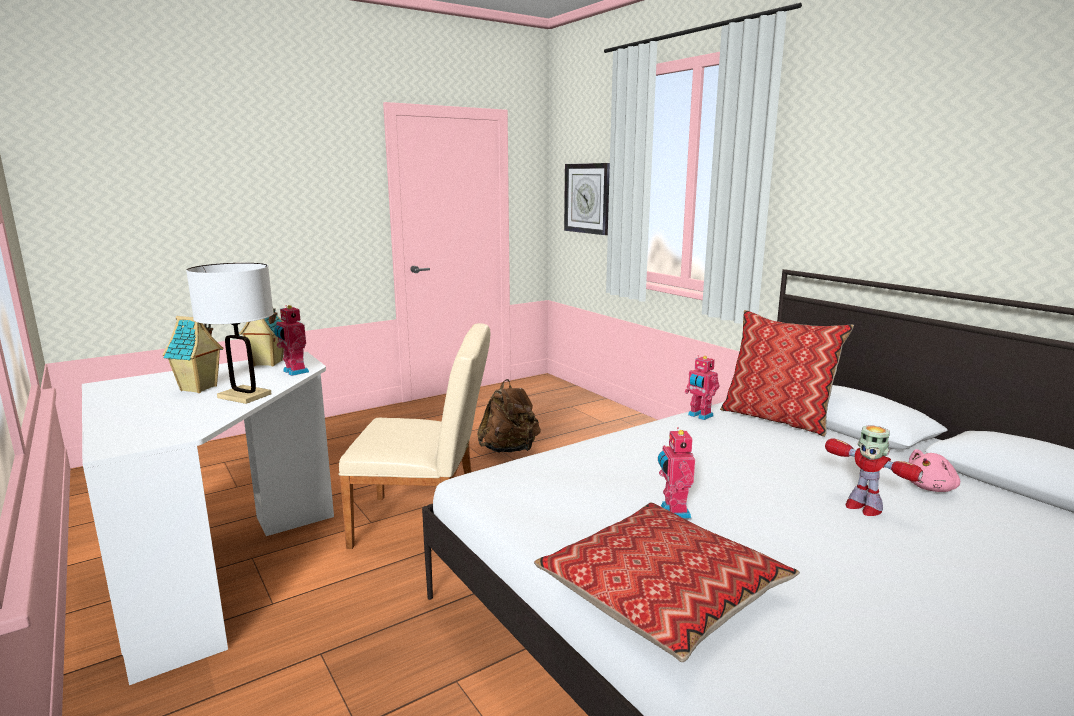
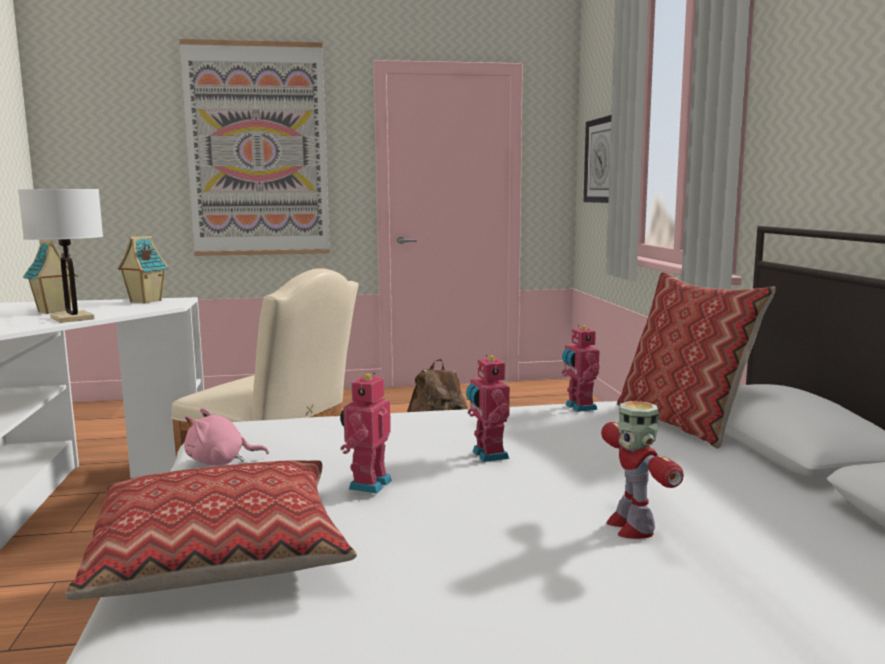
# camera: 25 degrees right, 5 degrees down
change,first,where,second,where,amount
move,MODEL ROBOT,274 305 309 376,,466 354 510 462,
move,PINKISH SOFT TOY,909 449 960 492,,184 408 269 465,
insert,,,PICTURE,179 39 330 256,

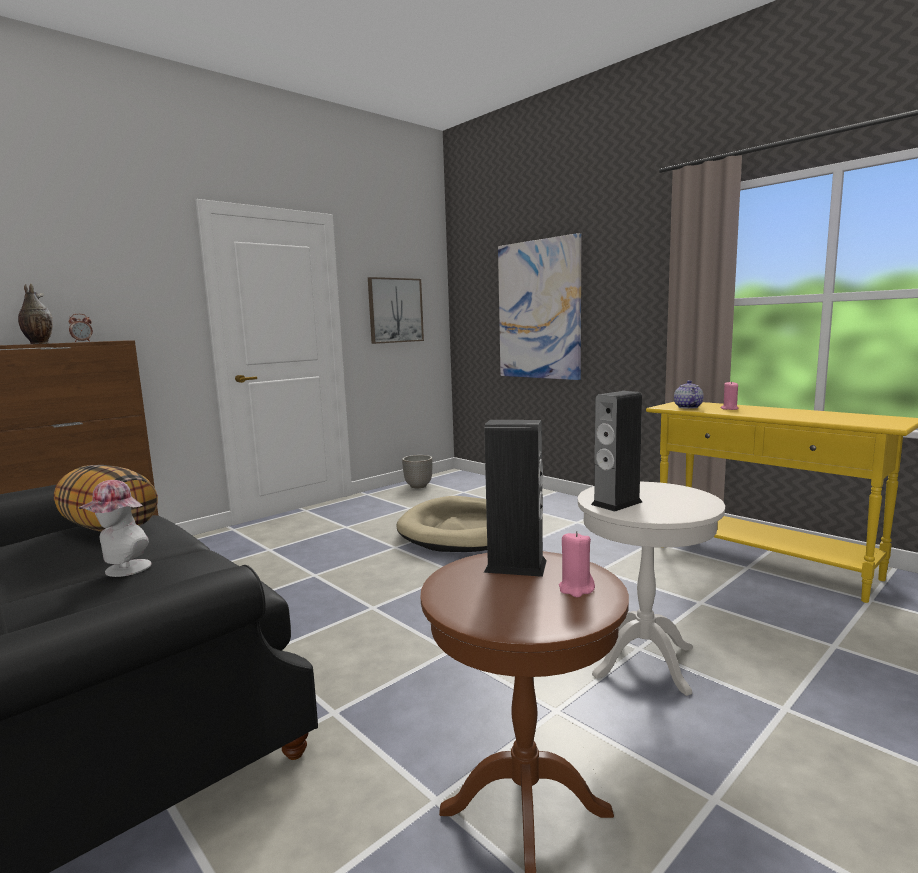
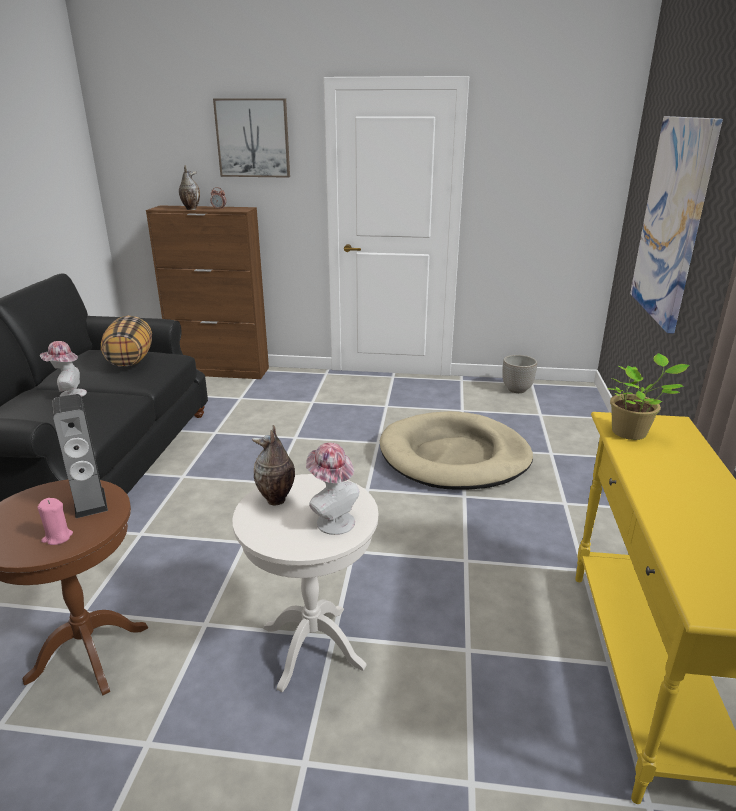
# camera: 50 degrees right, 15 degrees up
change,first,where,second,where,amount
move,PICTURE,368 277 424 344,,213 98 290 178,
replace,POT FOR TEA,674 380 704 409,PLANT IN A POT,607 353 690 440,
delete,PINKISH CANDLE,721 381 739 410,,,
replace,SPEAKER,591 391 642 512,VASE,252 425 295 505,
insert,,,CLOTHING HAT,306 443 360 535,

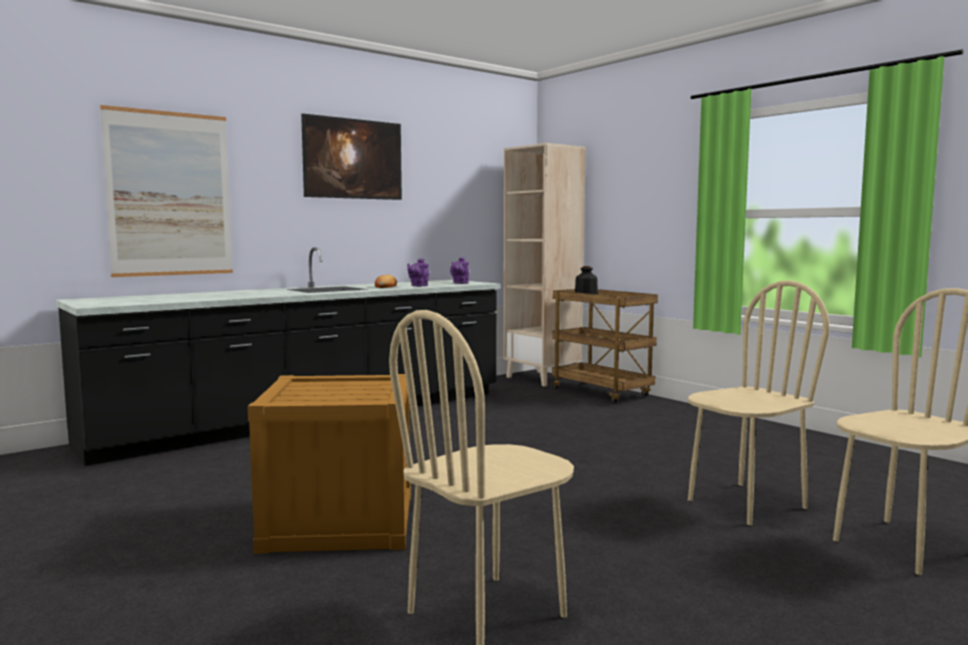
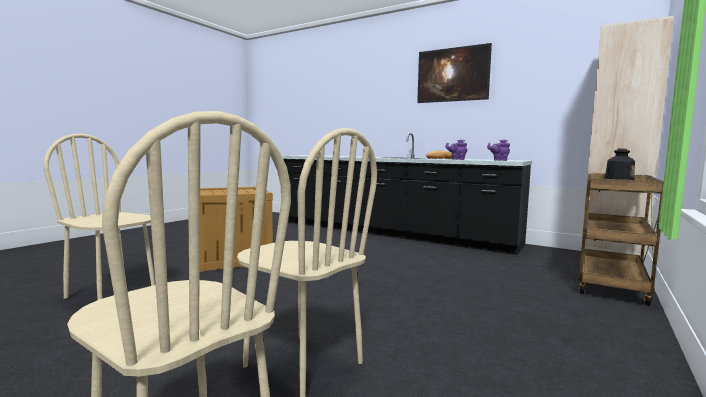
# camera: 70 degrees right, 0 degrees up
change,first,where,second,where,amount
delete,PICTURE,100 105 233 277,,,

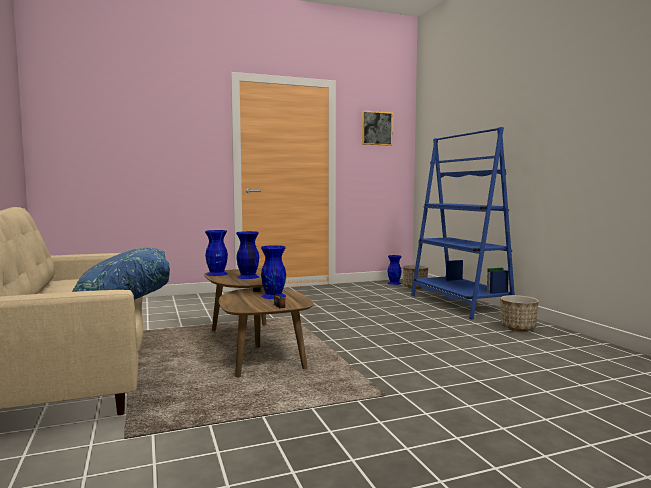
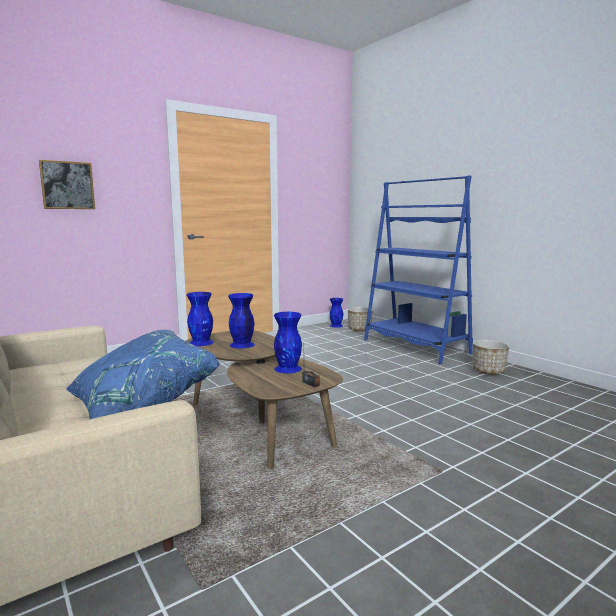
# camera: 15 degrees left, 5 degrees up
change,first,where,second,where,amount
move,PICTURE,362 111 393 146,,39 160 95 209,

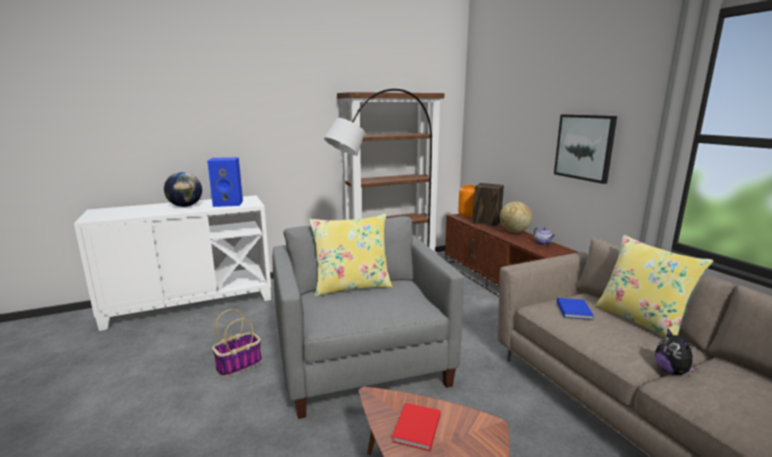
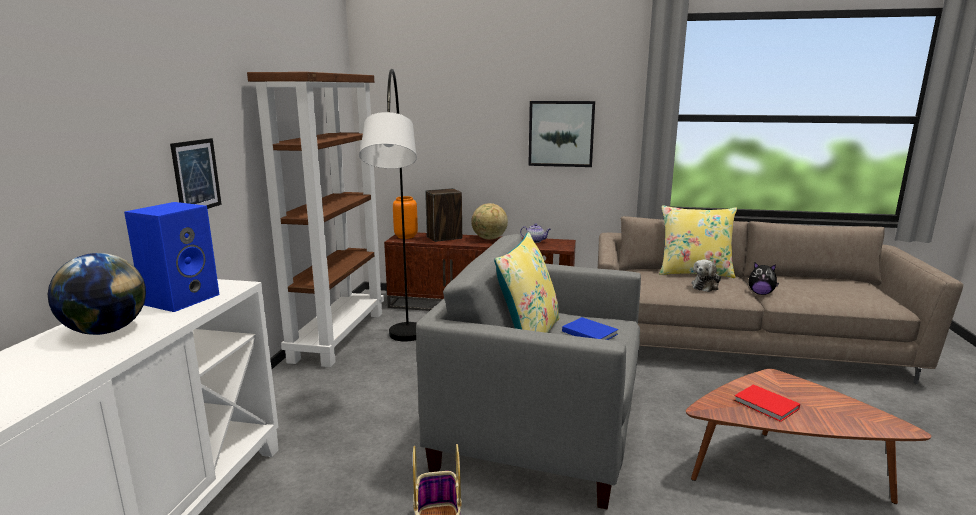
# camera: 55 degrees left, 0 degrees up
change,first,where,second,where,amount
move,BLUISH BOUND BOOK,557 298 594 320,,562 317 618 340,
insert,,,PICTURE,170 138 222 209,
insert,,,SOFT TOY,691 259 721 292,

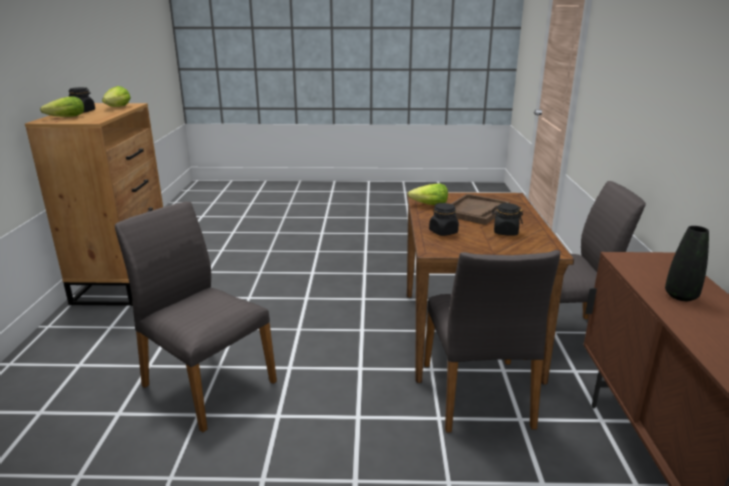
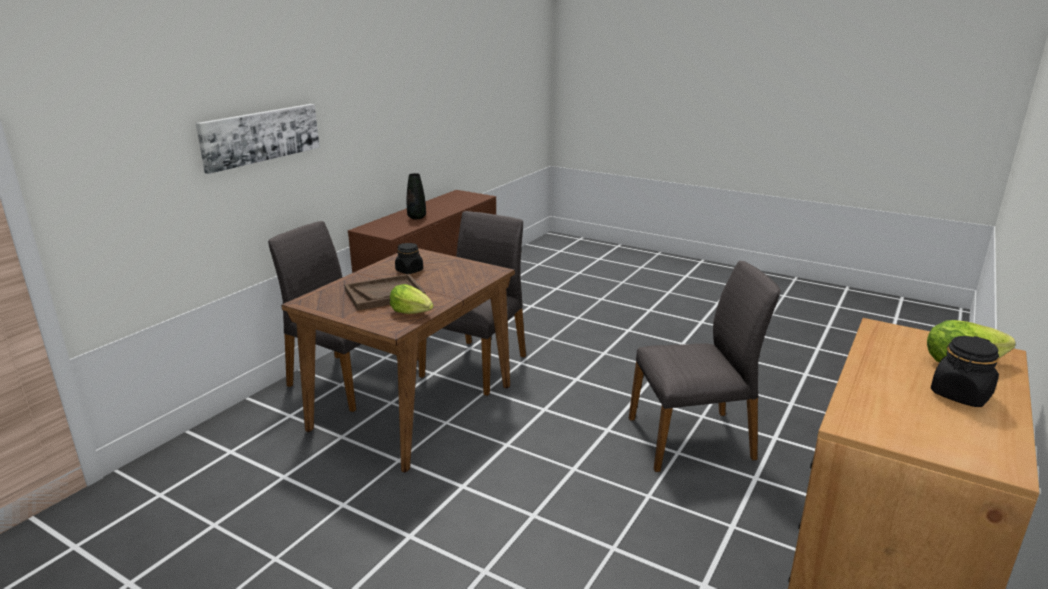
# camera: 150 degrees left, 0 degrees up
change,first,where,second,where,amount
delete,LETTUCE,102 86 131 107,,,
rotate,GREY CHAIR,115 202 277 432,,629 261 781 472,75 degrees counterclockwise
delete,BLACK-COLOURED STORAGE JAR,429 203 459 236,,,
insert,,,PICTURE,196 104 320 174,

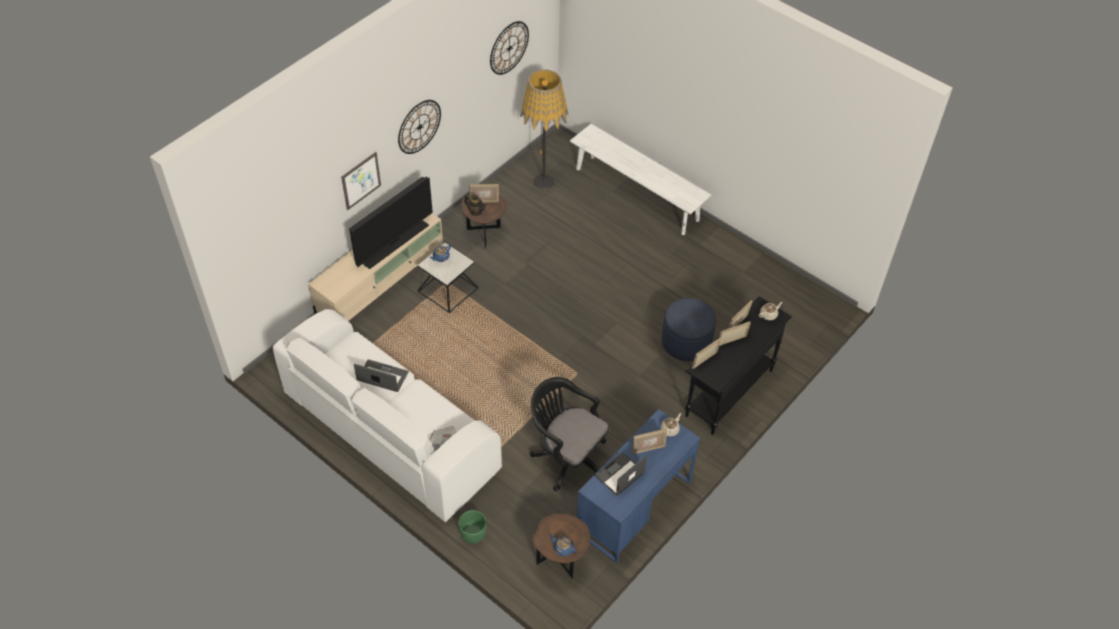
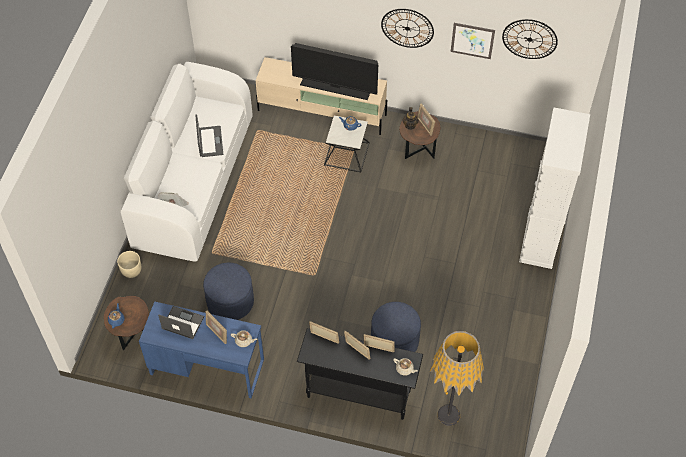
# camera: 65 degrees right, 5 degrees up
change,first,where,second,where,amount
move,FLOOR LAMP,520 70 569 190,,430 331 484 426,
replace,WHITISH BENCH,570 124 711 235,WHITISH STORAGE CABINET,519 107 590 269,
move,PICTURE,341 152 381 210,,451 23 495 59,
replace,BLACK-COLOURED OFFICE CHAIR,530 377 609 491,BLUISH FOOTREST,203 263 254 320,
recolor,GREENISH PLANTER,458 510 486 544,BEIGE PLANTER,117 251 141 278,

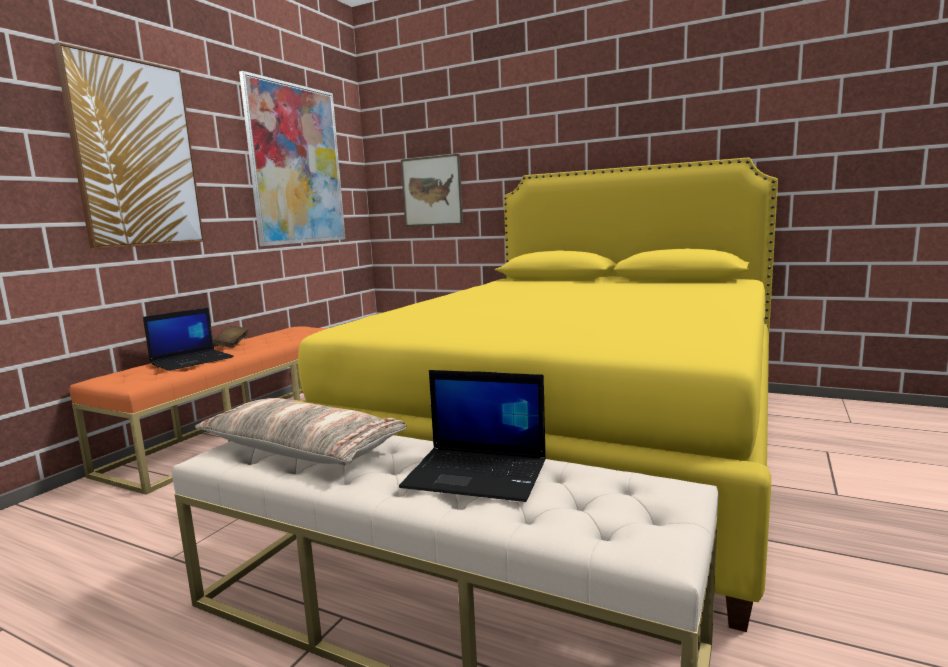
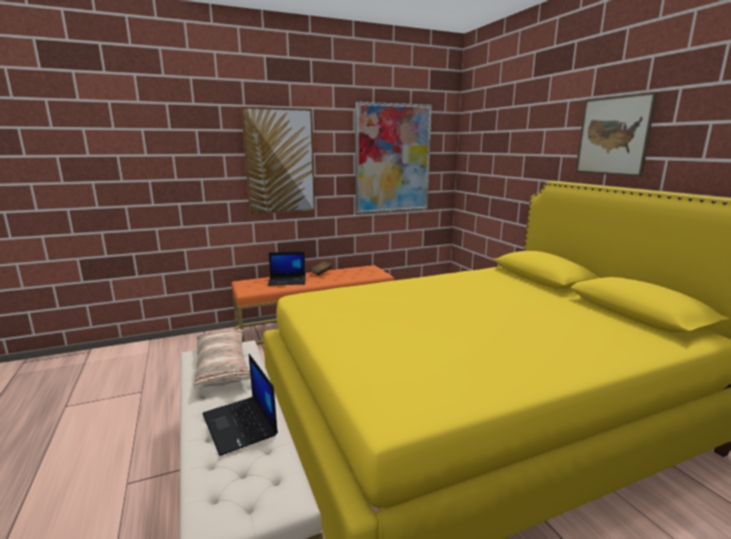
# camera: 40 degrees right, 5 degrees up
change,first,where,second,where,amount
move,PICTURE,401 154 463 227,,575 92 657 177,

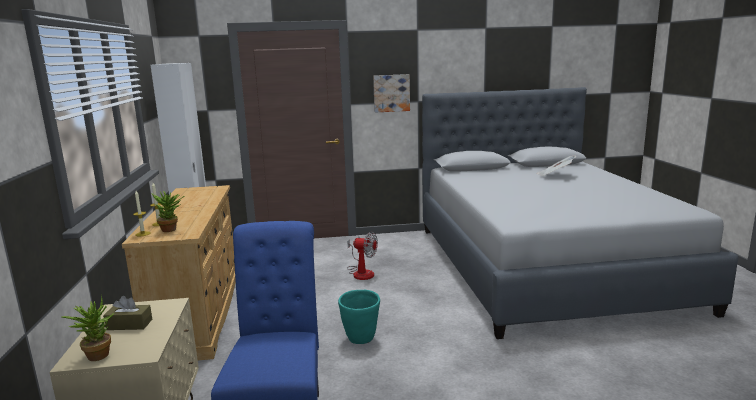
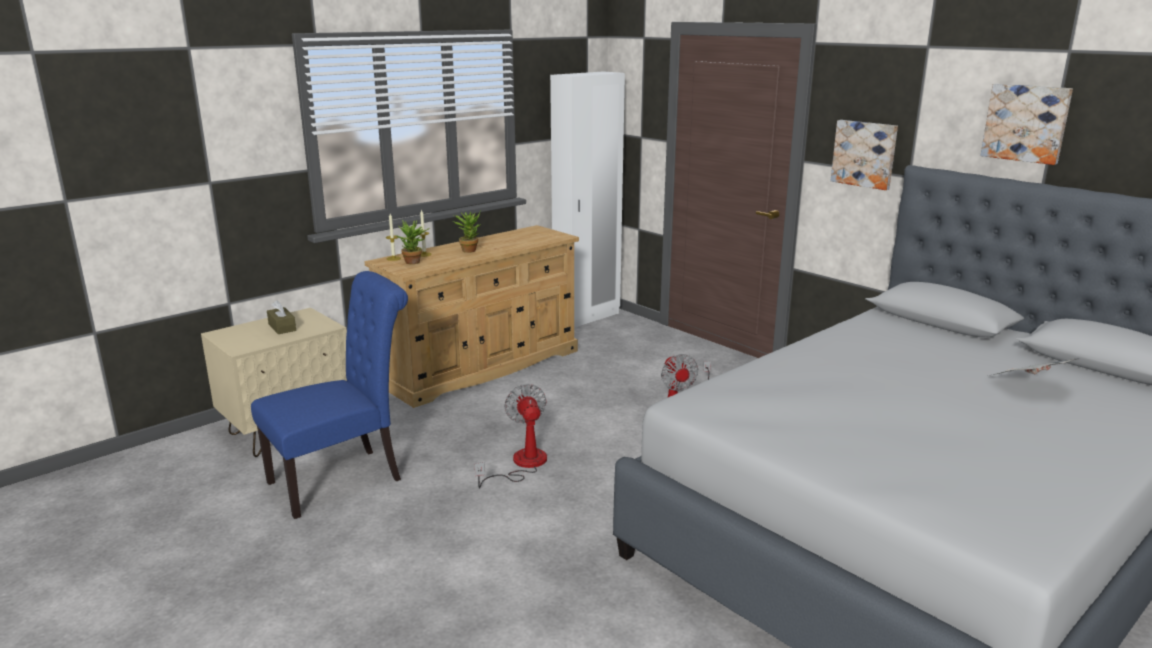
# camera: 55 degrees right, 5 degrees up
change,first,where,second,where,amount
replace,TURQUOISE-COLOURED PLANTER,338 290 380 344,ELECTRIC FAN,475 384 547 488,
move,PLANT IN A POT,61 295 114 361,,452 210 481 253,
insert,,,PICTURE,980 84 1073 165,

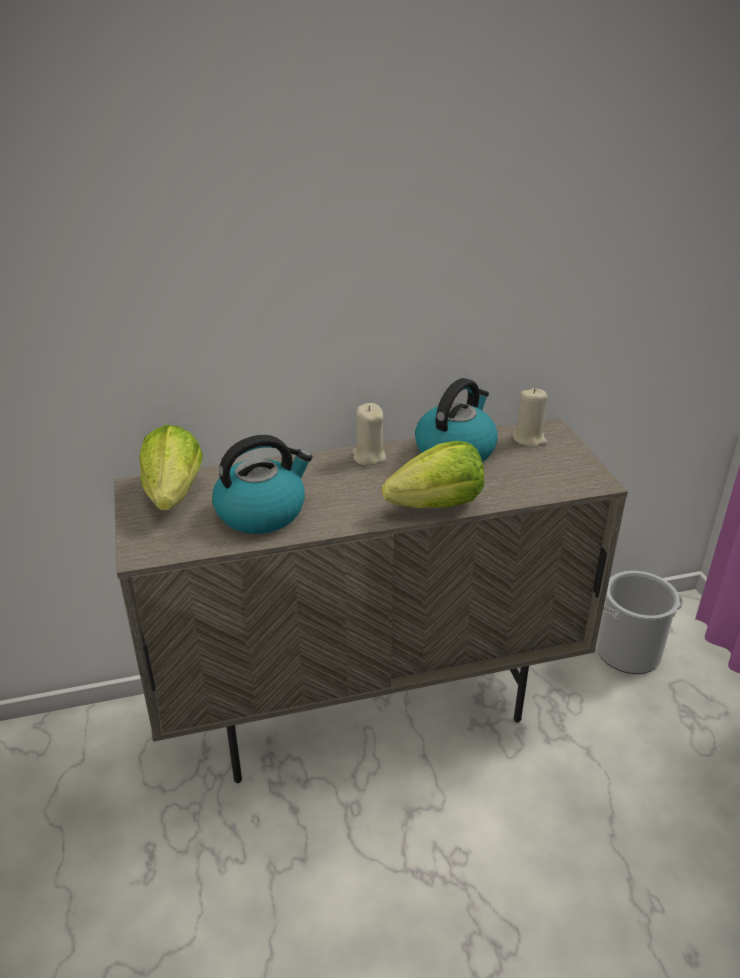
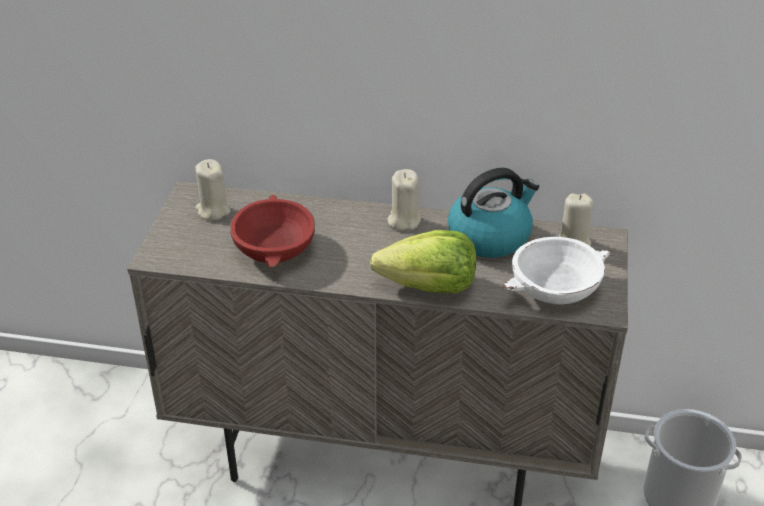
# camera: 25 degrees right, 5 degrees up
change,first,where,second,where,amount
replace,LETTUCE,139 425 203 510,BEIGE CANDLE,195 159 231 220,
replace,WATER KETTLE,212 435 313 534,RED DEEP DISH,230 195 315 268,
insert,,,WHITISH DEEP DISH,502 237 610 304,

